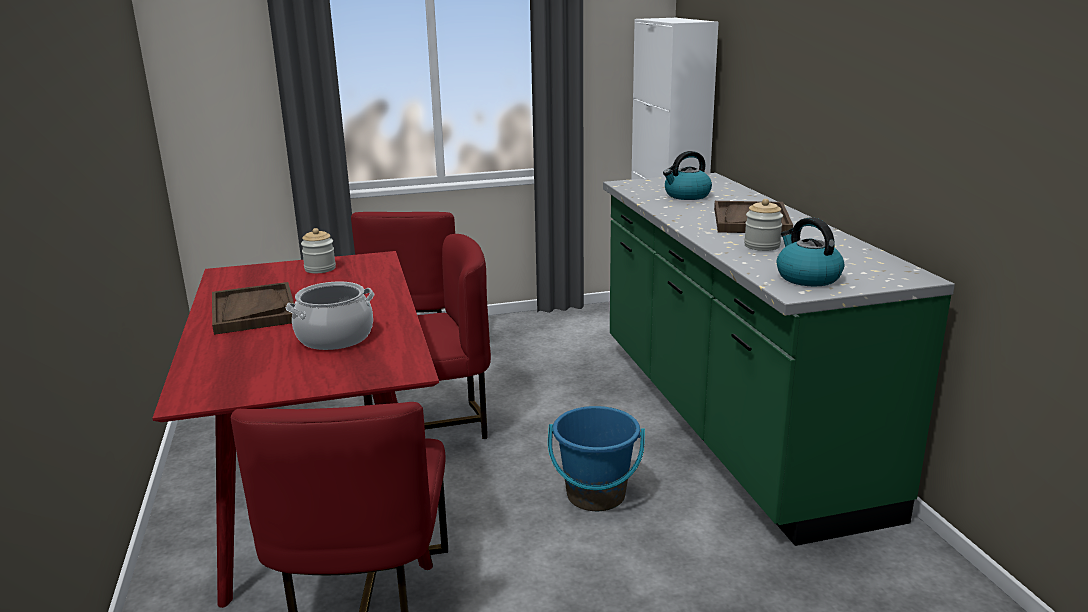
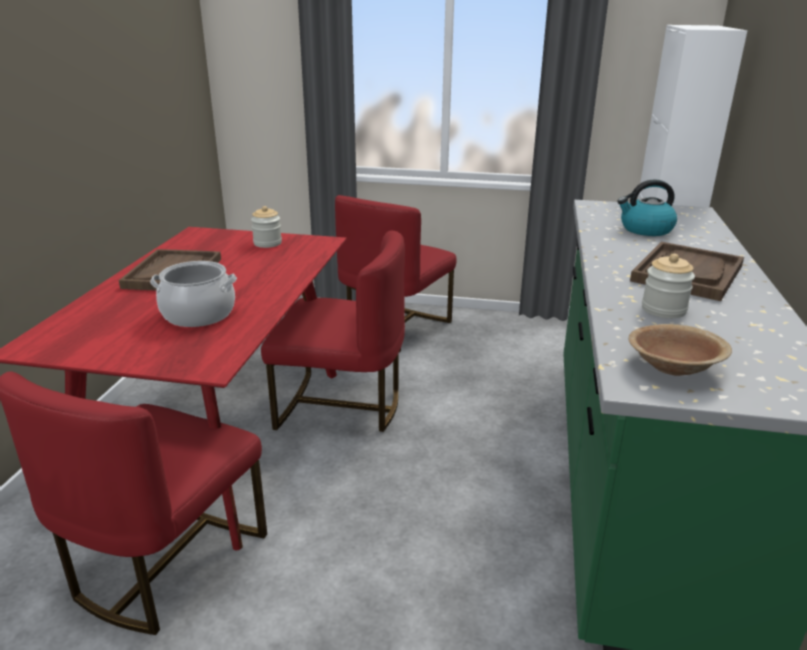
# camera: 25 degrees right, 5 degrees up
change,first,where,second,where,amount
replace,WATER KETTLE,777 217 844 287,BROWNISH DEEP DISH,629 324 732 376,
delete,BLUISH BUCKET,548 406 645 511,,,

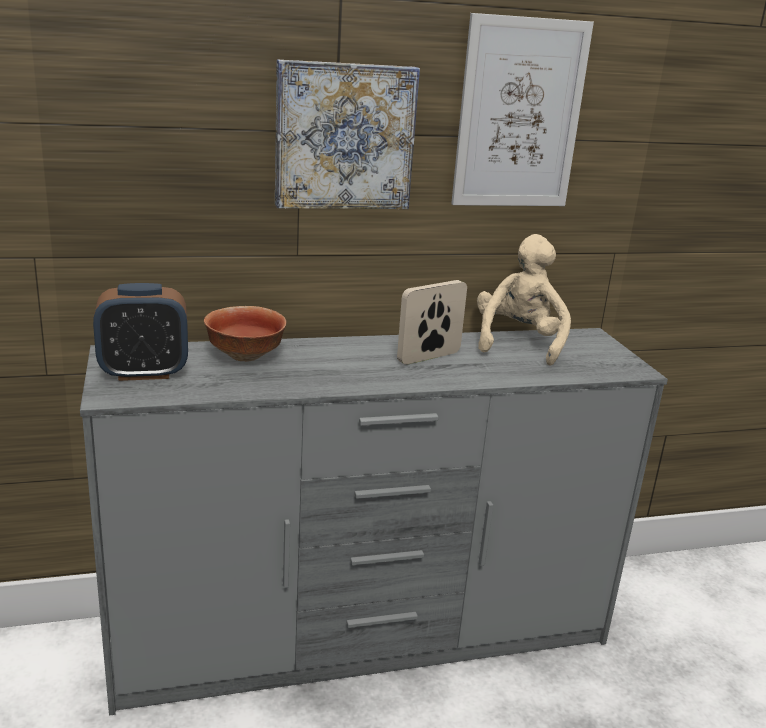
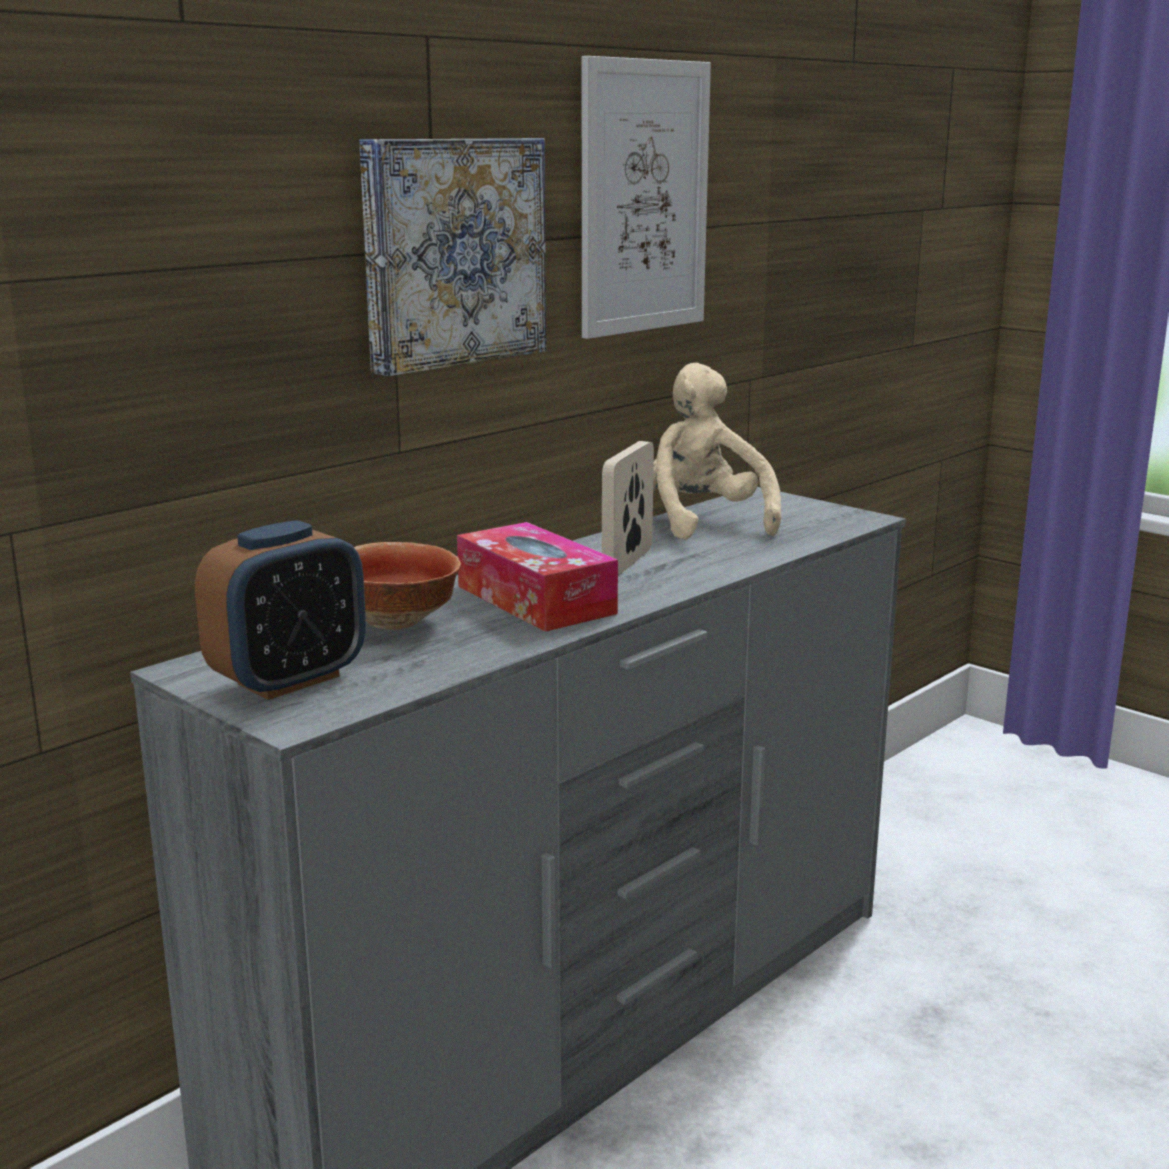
# camera: 30 degrees left, 5 degrees down
change,first,where,second,where,amount
insert,,,BOX OF TISSUES,457 522 618 632,

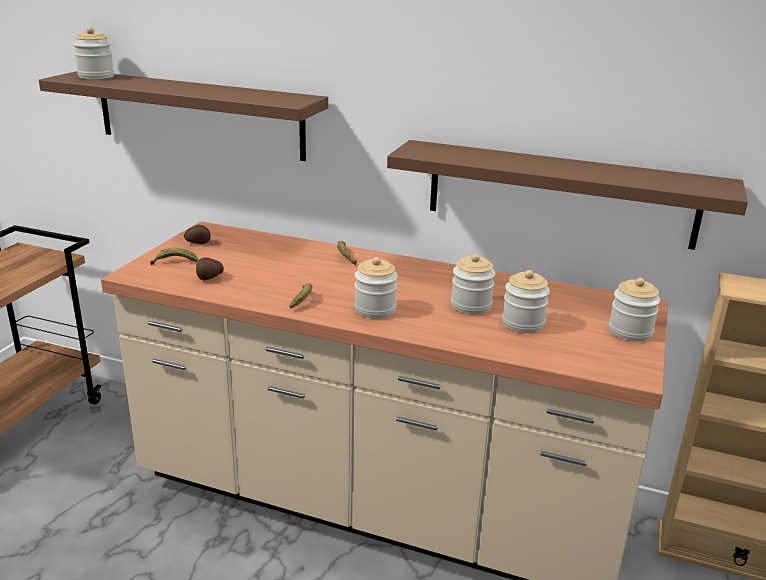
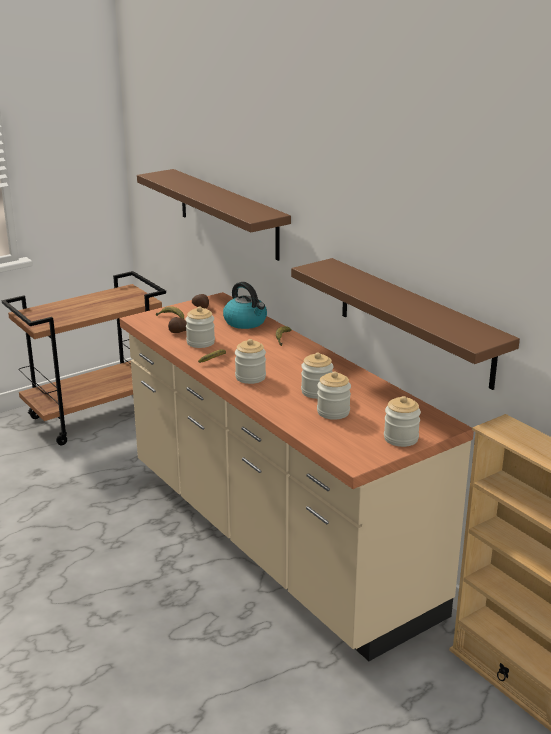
# camera: 35 degrees right, 0 degrees up
change,first,where,second,where,amount
move,STORAGE JAR,73 27 114 79,,185 306 215 348,
insert,,,WATER KETTLE,223 282 267 329,

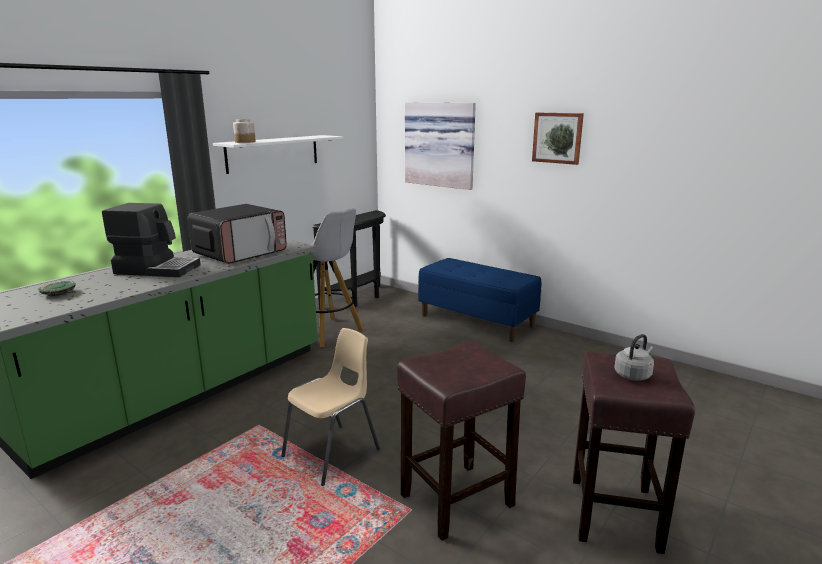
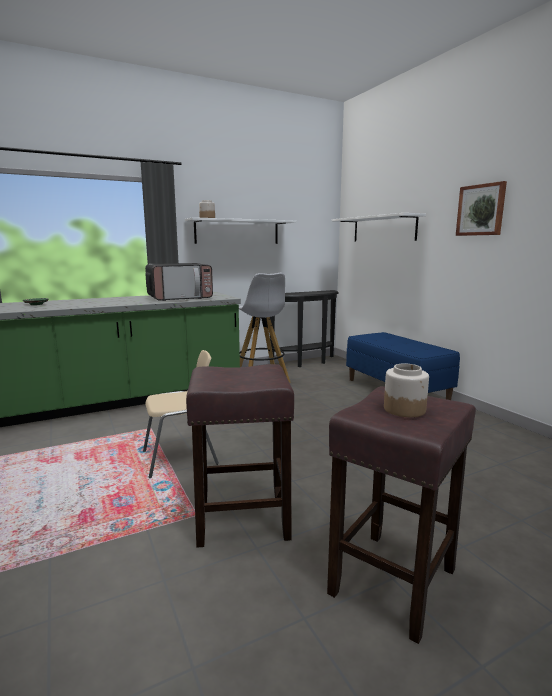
# camera: 25 degrees right, 5 degrees down
change,first,where,second,where,amount
replace,PICTURE,405 102 476 190,WHITISH WALL SHELF,332 213 426 242,
delete,COFFEE MACHINE,102 203 201 277,,,
replace,GREY WATER KETTLE,614 334 654 381,STORAGE JAR,384 364 429 417,

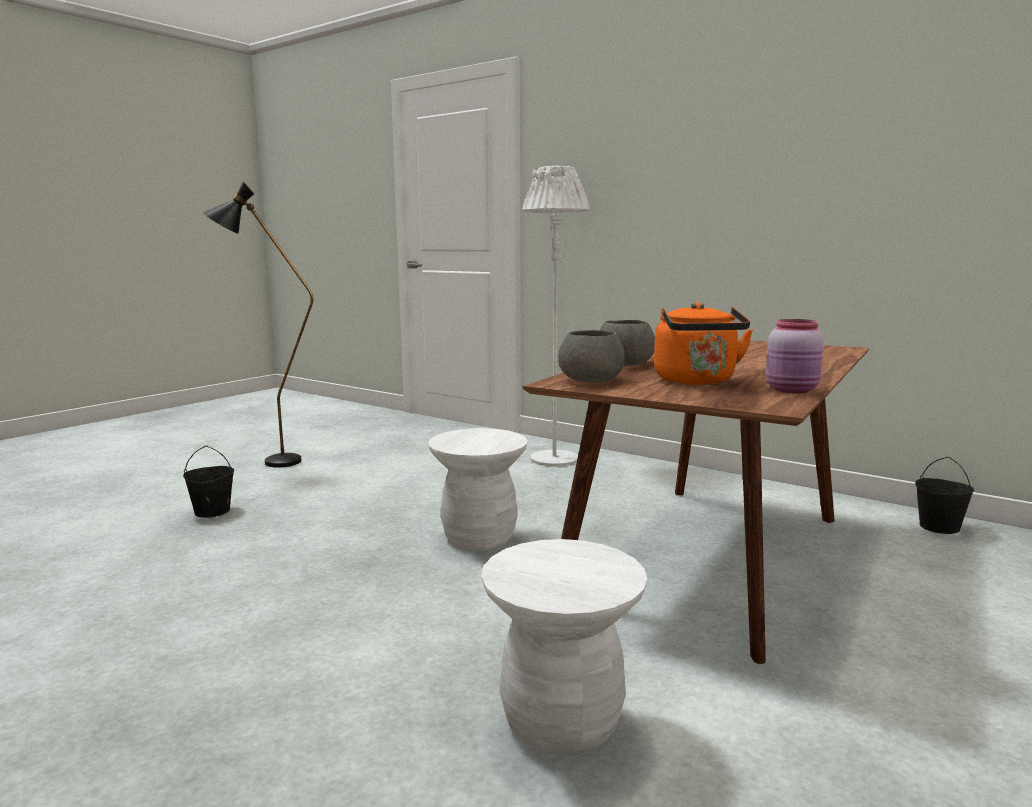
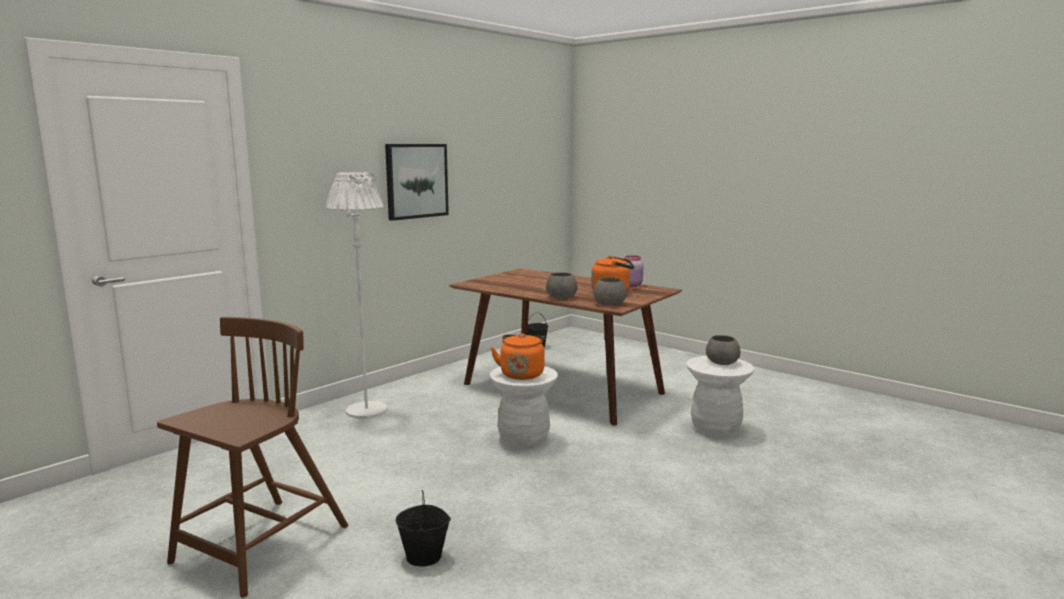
# camera: 85 degrees left, 0 degrees up
change,first,where,second,where,amount
replace,BLACK-COLOURED FLOOR LAMP,203 181 313 468,BROWNISH CHAIR,157 317 348 598,
insert,,,PICTURE,385 144 449 221,
insert,,,ORANGE WATER KETTLE,491 333 546 380,
insert,,,GREY DEEP DISH,706 335 740 365,

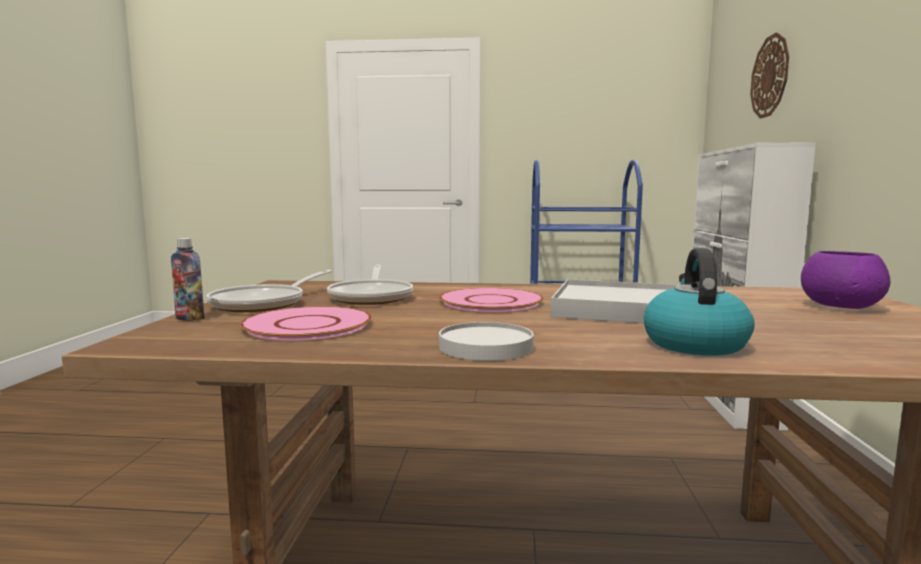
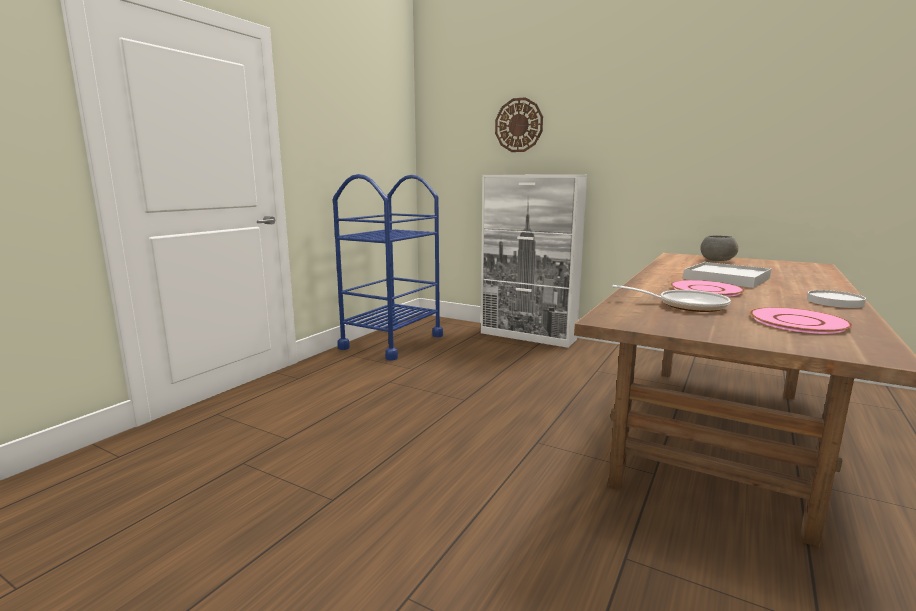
# camera: 65 degrees left, 5 degrees up
change,first,where,second,where,amount
delete,BEVERAGE BOTTLE,171 238 204 321,,,
delete,WATER KETTLE,644 248 755 356,,,
recolor,PURPLE DEEP DISH,801 251 891 309,GREY DEEP DISH,700 235 738 261,
delete,SKILLET,206 270 332 312,,,

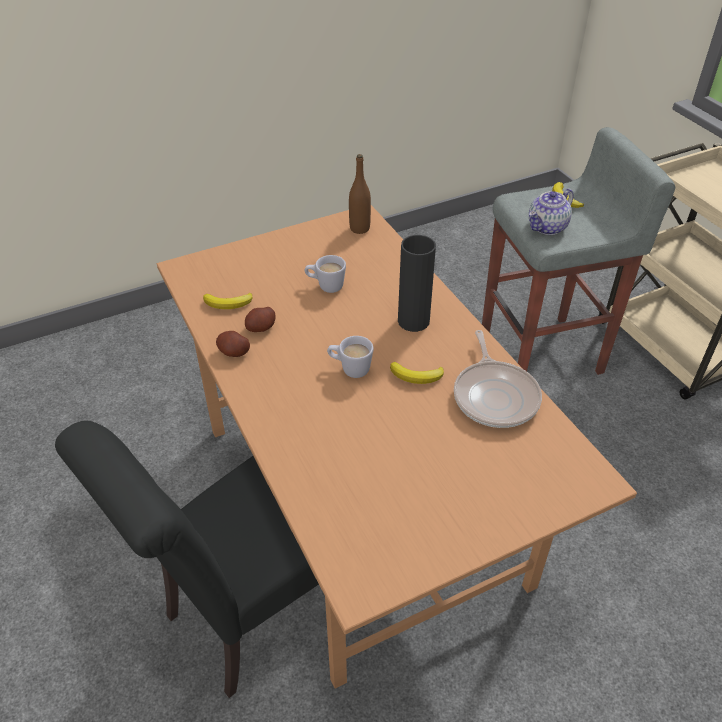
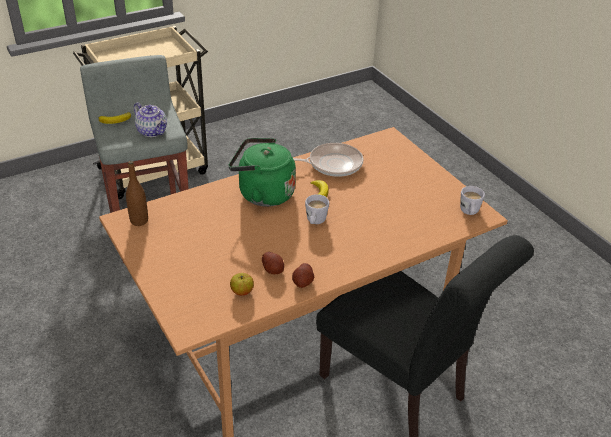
# camera: 95 degrees left, 5 degrees down
change,first,where,second,where,amount
replace,BLACK-COLOURED VASE,398 235 436 332,GREENISH WATER KETTLE,229 138 296 207,
move,WHITISH MUG,305 255 346 293,,460 186 485 215,
replace,BANANA,203 293 252 309,APPLE FRUIT,230 273 254 296,

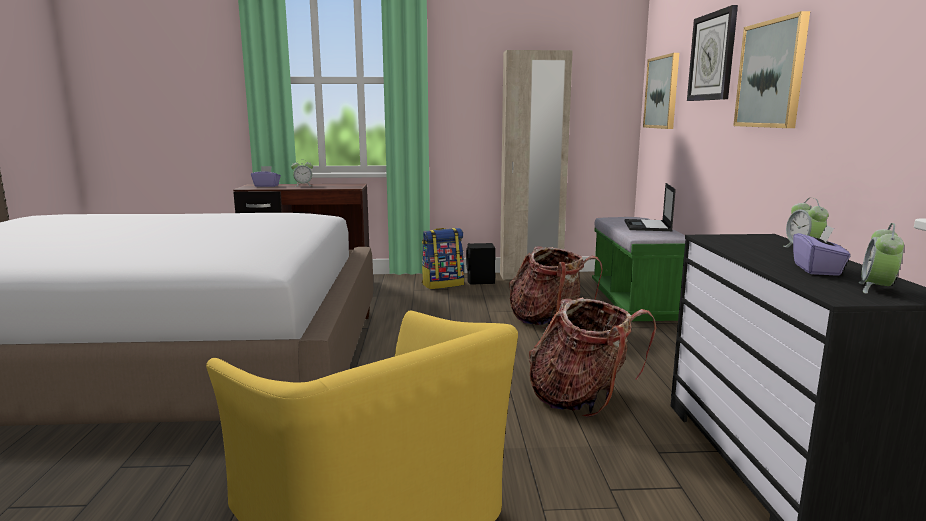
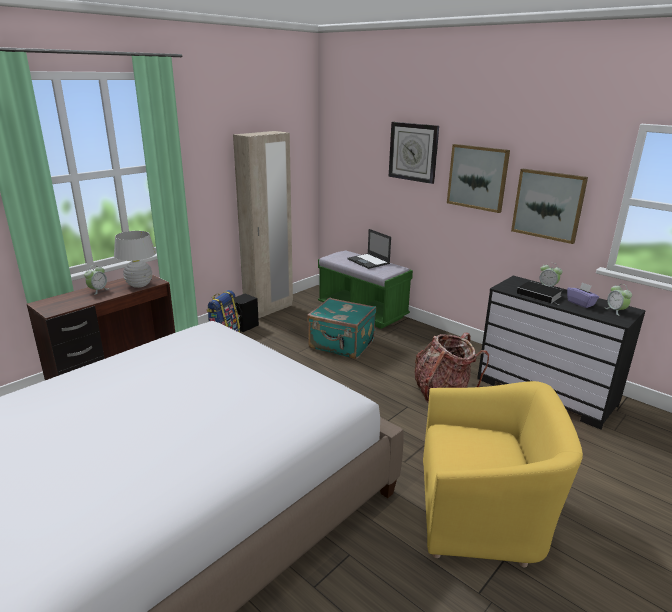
# camera: 45 degrees left, 10 degrees up
change,first,where,second,where,amount
move,PICTURE,643 53 679 129,,511 169 588 244,
delete,PURPLE BOX OF TISSUES,251 166 281 187,,,
replace,RUCKSACK,509 246 603 329,TURQUOISE-COLOURED TRAVEL CASE,307 297 376 359,
insert,,,WHITISH LAMP FOR A TABLE,114 231 156 288,
insert,,,BOUND BOOK,517 281 563 303,

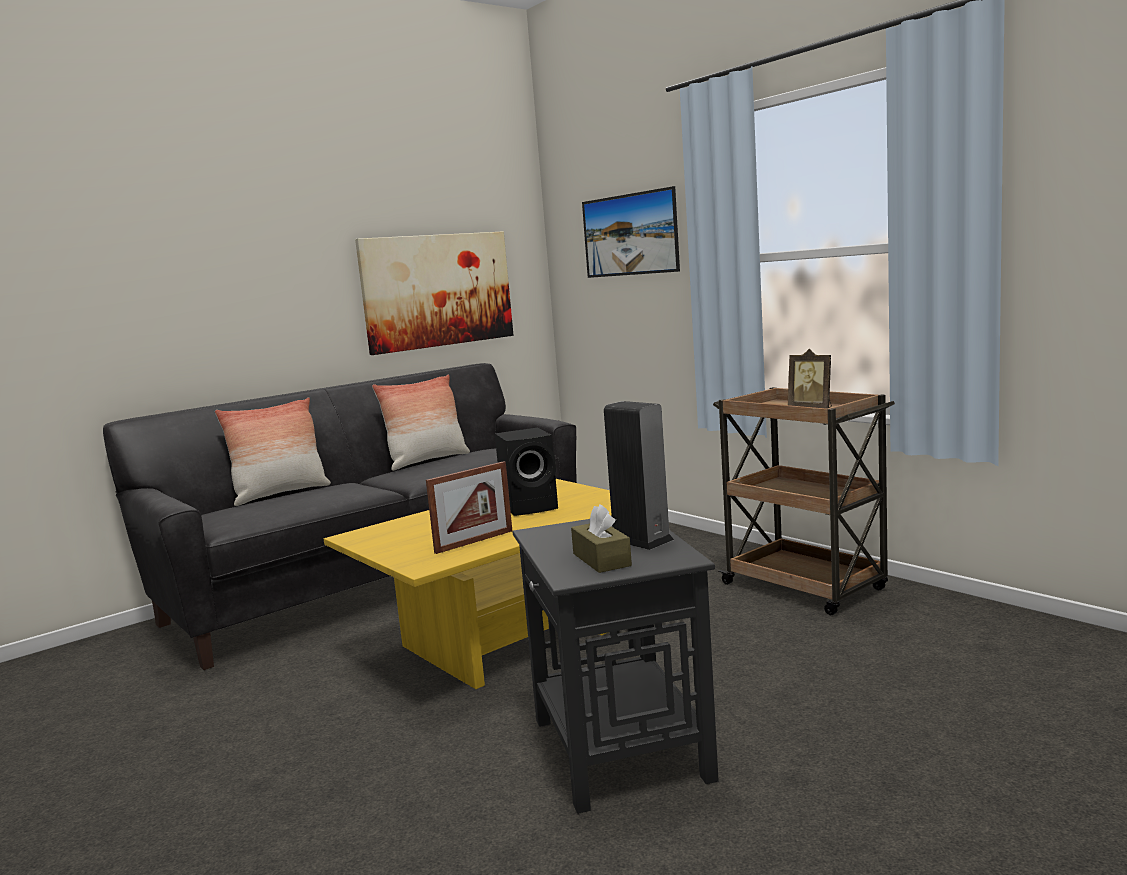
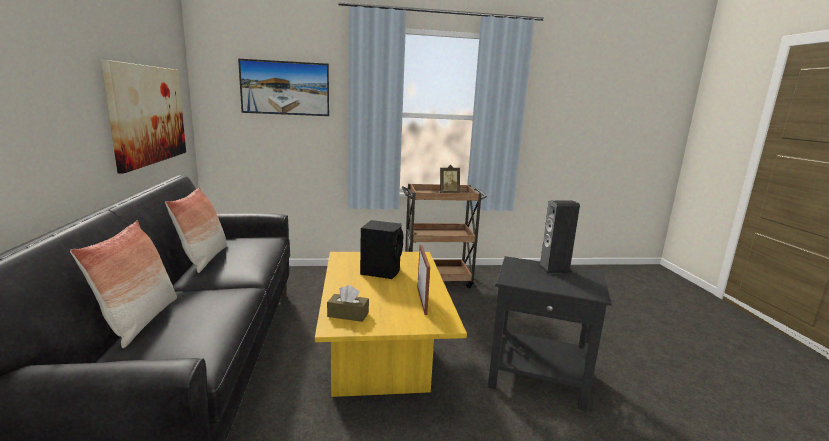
# camera: 60 degrees left, 5 degrees up
change,first,where,second,where,amount
move,BROWNISH BOX OF TISSUES,571 504 632 573,,327 285 369 322,

